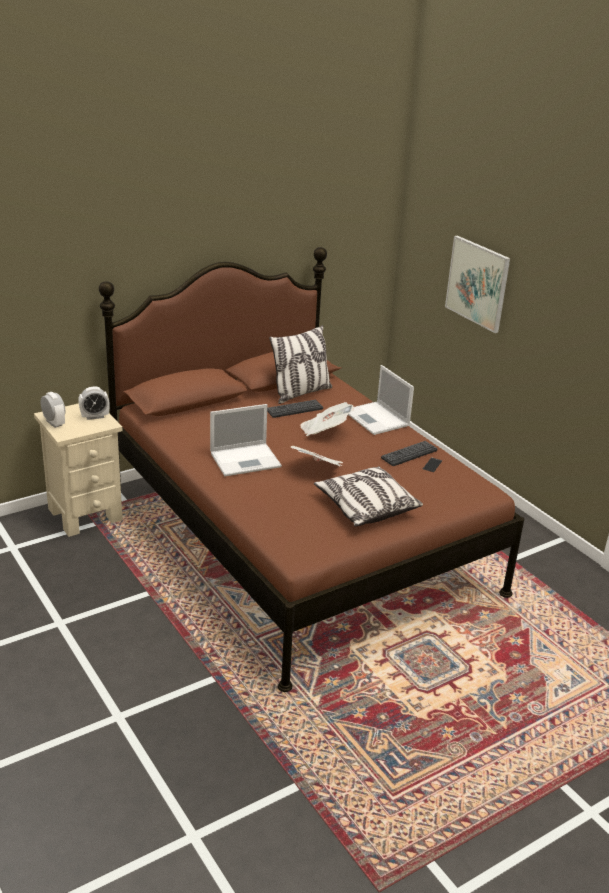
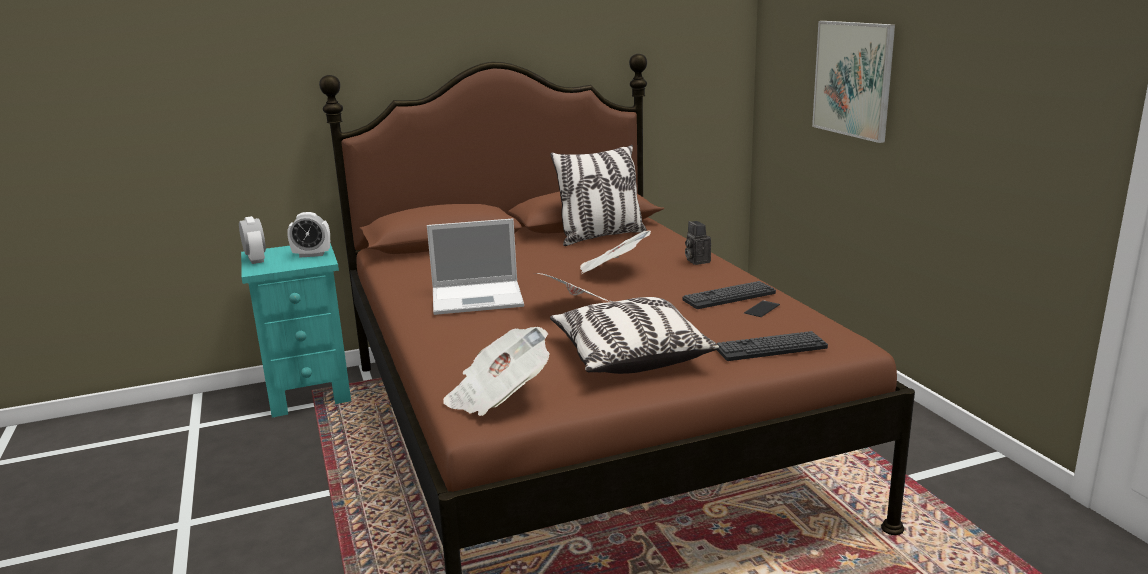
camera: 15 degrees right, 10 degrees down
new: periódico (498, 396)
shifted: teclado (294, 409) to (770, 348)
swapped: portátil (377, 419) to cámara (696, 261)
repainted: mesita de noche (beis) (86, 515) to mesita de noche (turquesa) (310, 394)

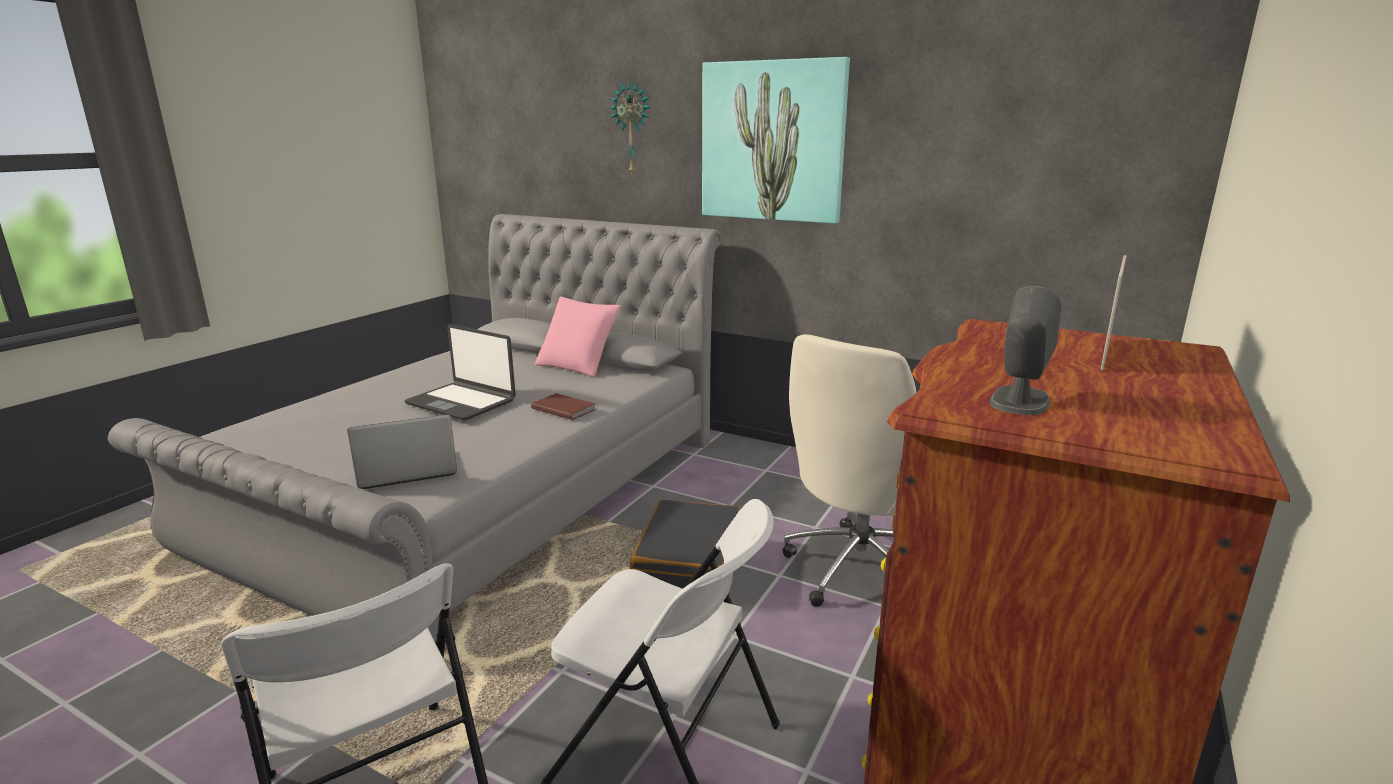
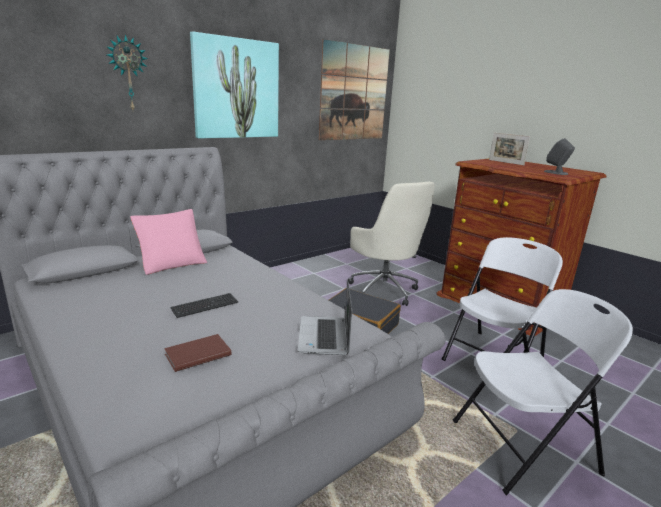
camera: 70 degrees left, 0 degrees up
new: cuadro (354, 93)
shifted: libro (marrón) (564, 408) to (196, 354)
swapped: portátil (462, 402) to teclado (205, 306)

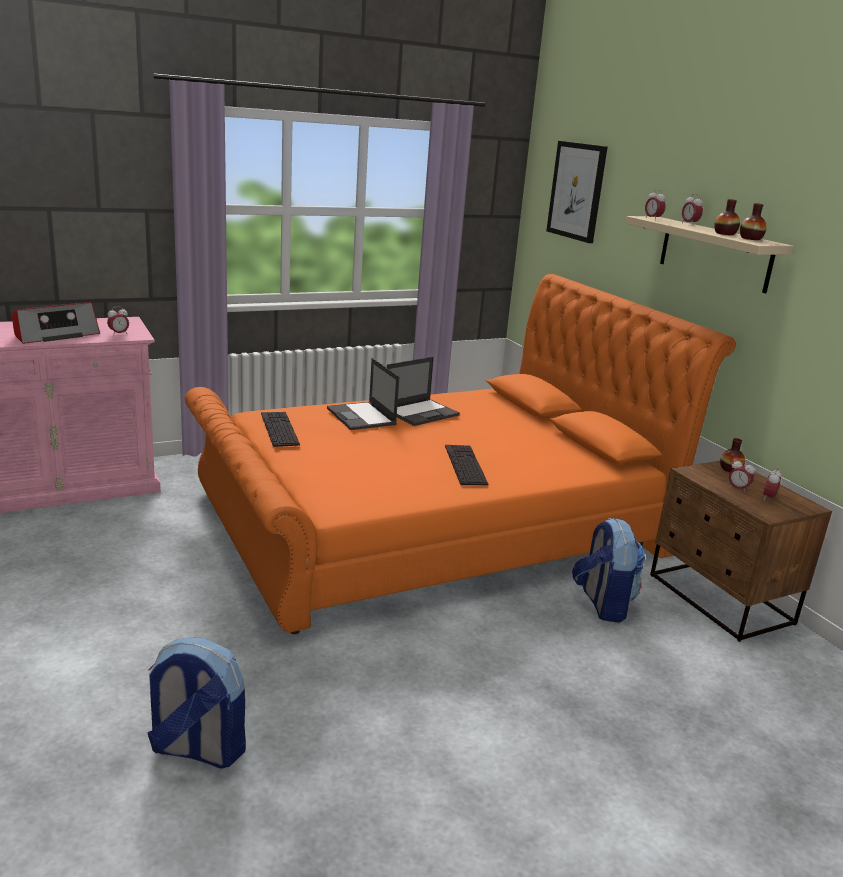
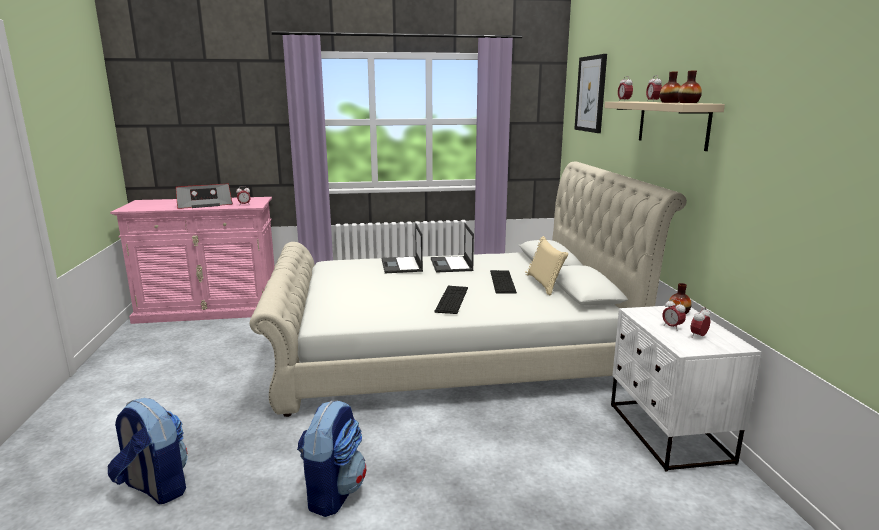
camera: 20 degrees right, 5 degrees down
new: cojín (beis) (544, 284)
shifted: teclado (279, 429) to (502, 281); mochila (602, 604) to (333, 492)
repainted: cama (naranja) (433, 521) to cama (beis) (450, 348); mesita de noche (marrón) (719, 600) to mesita de noche (blanco) (668, 433)
rotated: portátil (422, 412) = (451, 265) 105 degrees clockwise

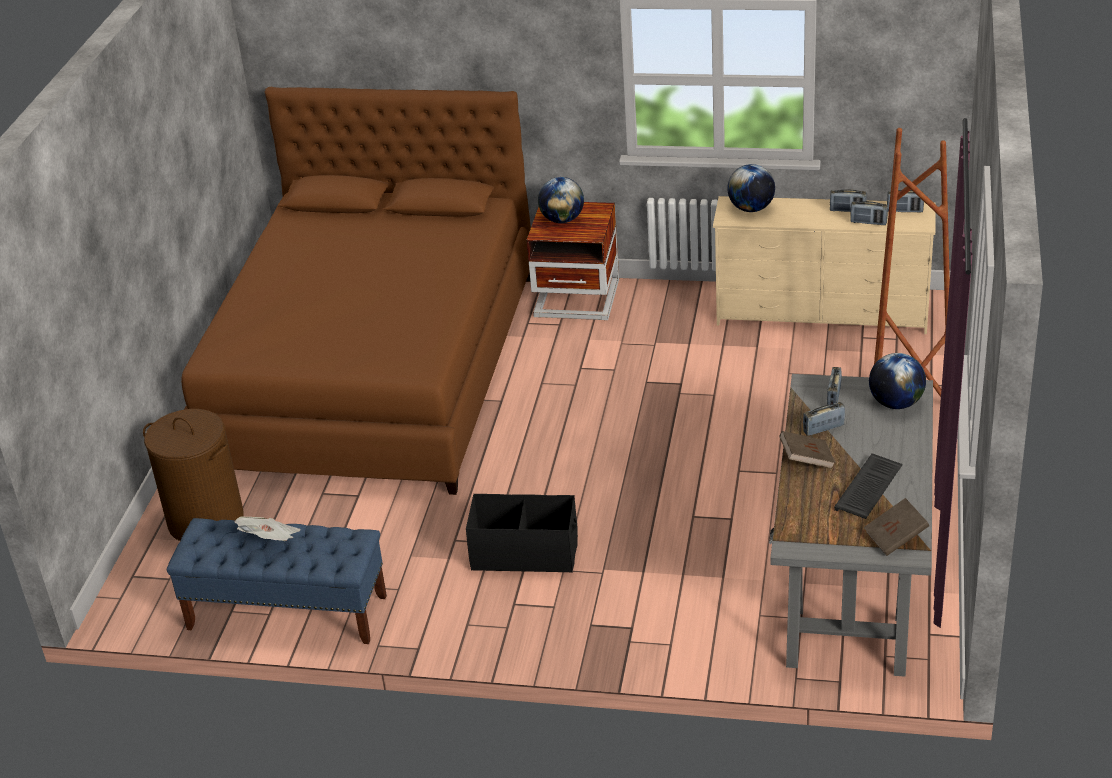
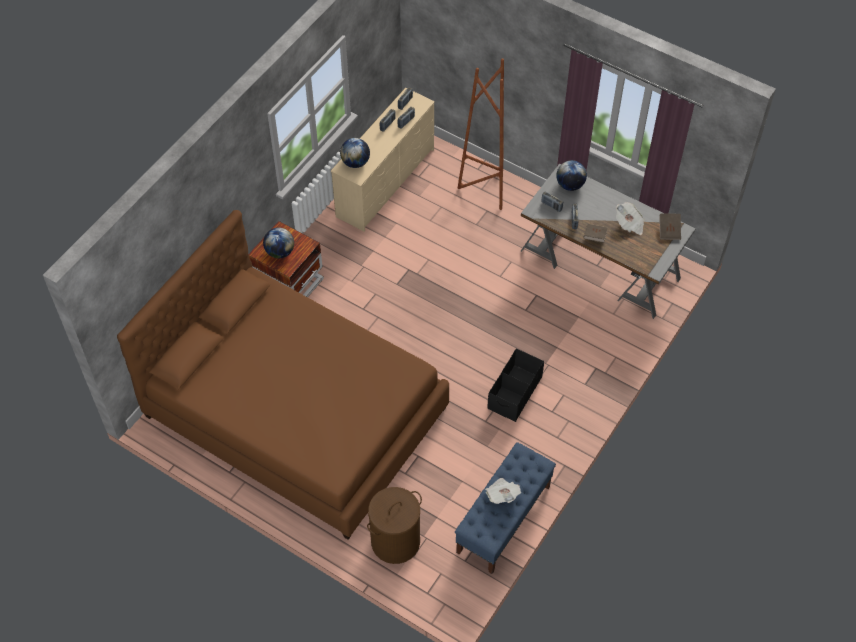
camera: 70 degrees left, 20 degrees up
swapped: teclado (869, 489) to periódico (629, 224)

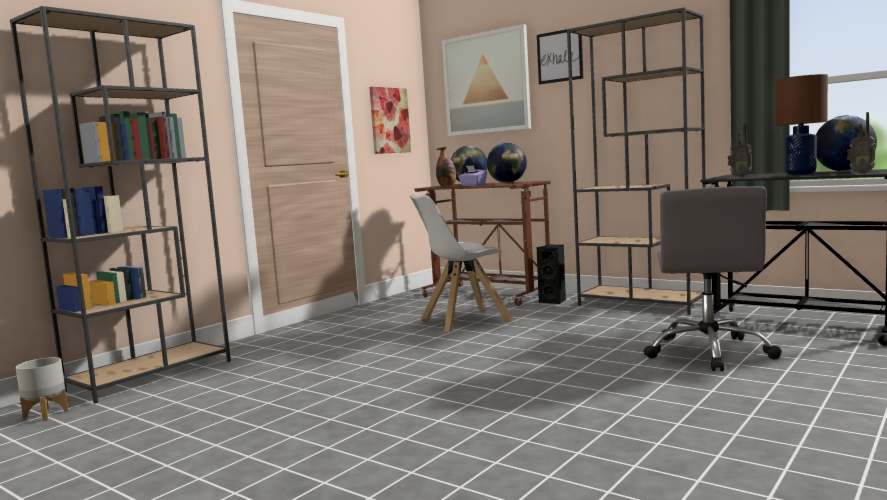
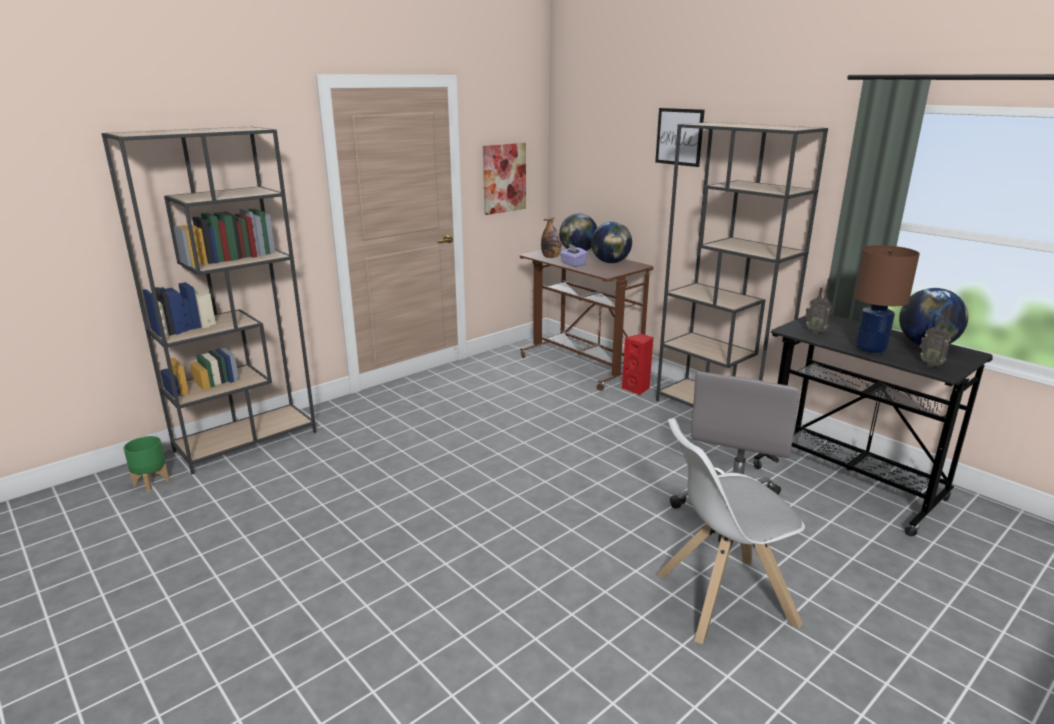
camera: 10 degrees right, 15 degrees up
gone: cuadro (486, 83)
shifted: silla (463, 321) to (720, 599)
repainted: altavoz (negro) (554, 301) to altavoz (rojo) (637, 389); maceta (gris) (46, 415) to maceta (verde) (152, 483)

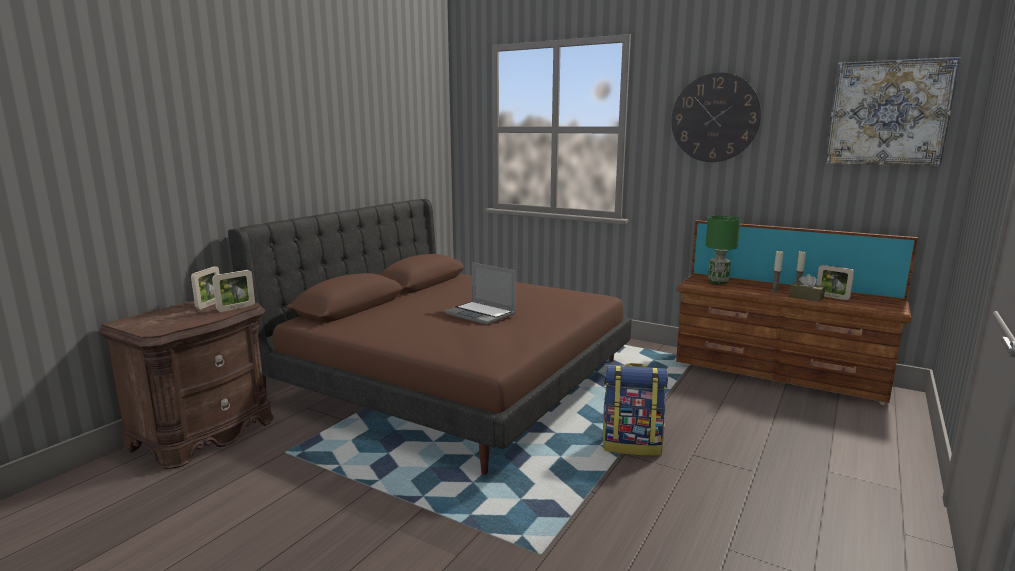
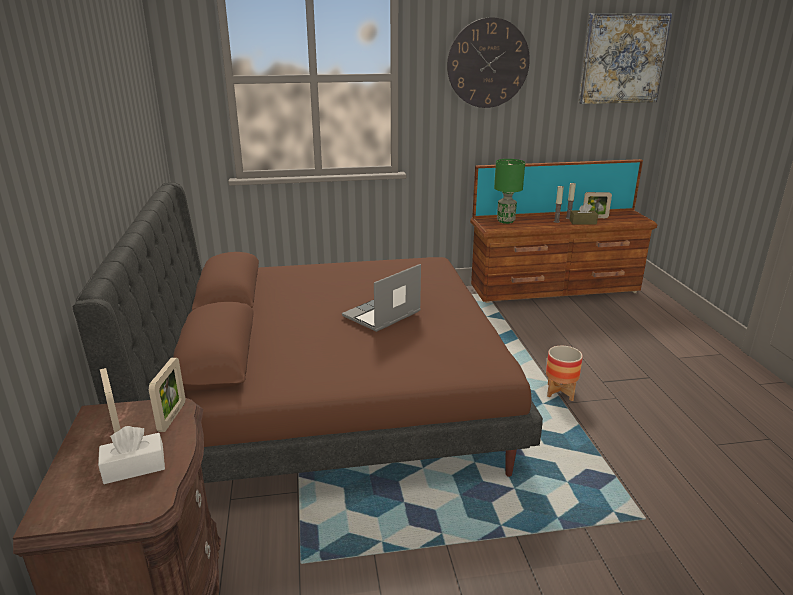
camera: 40 degrees left, 10 degrees up
new: caja de pañuelos (blanco) (134, 467)
swapped: mochila (632, 445) to maceta (560, 392)
rotated: portátil (481, 314) = (382, 315) 135 degrees clockwise

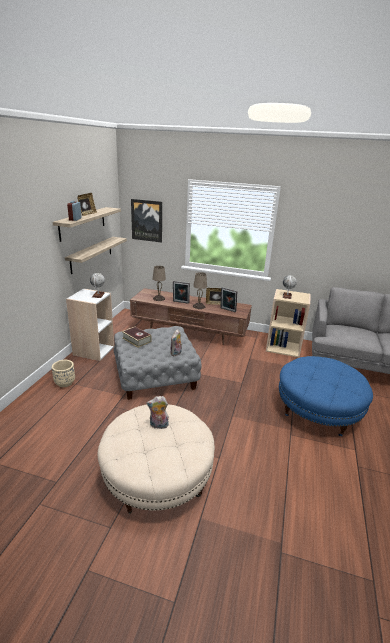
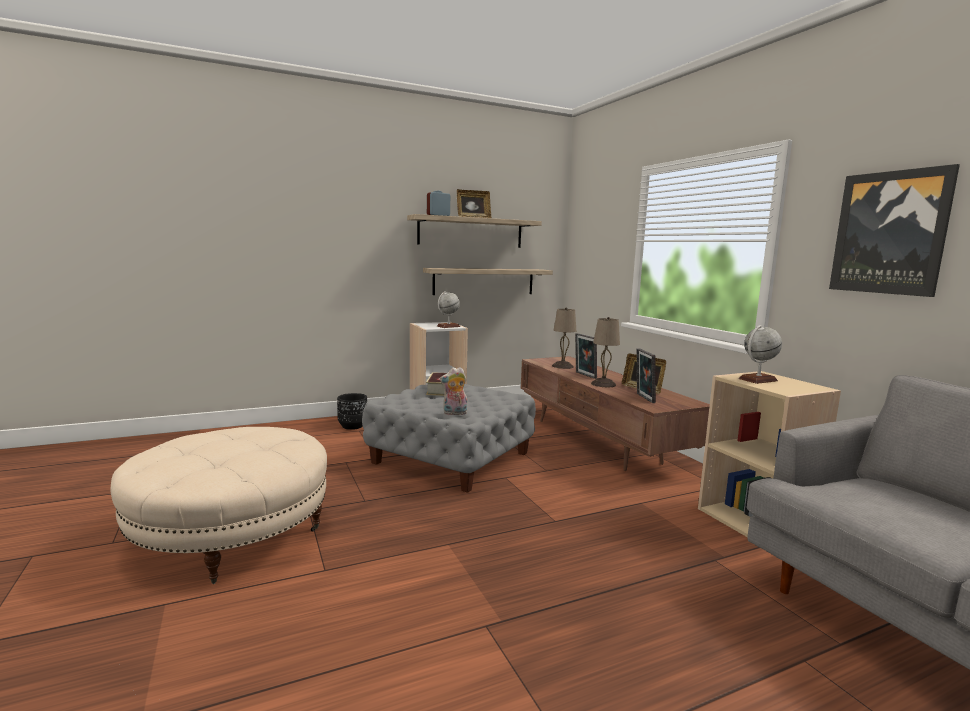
camera: 50 degrees right, 15 degrees down
gone: puf (azul) (317, 411); peluche (158, 426)
shifted: cuadro (147, 220) to (889, 233)
repainted: maceta (beis) (65, 383) to maceta (negro) (352, 426)

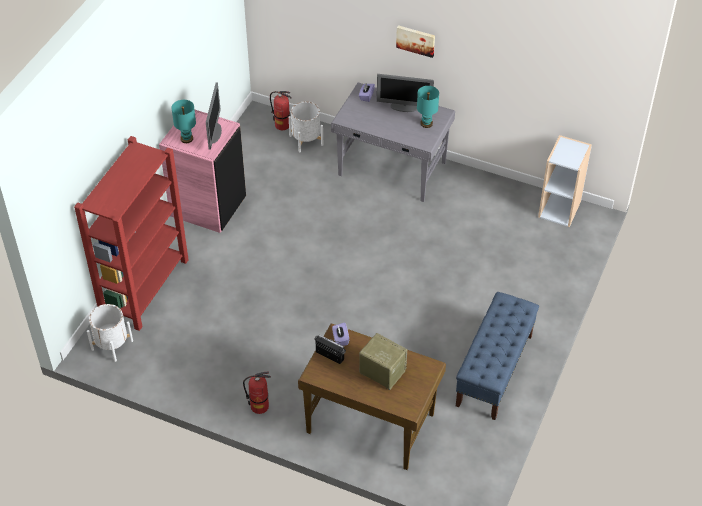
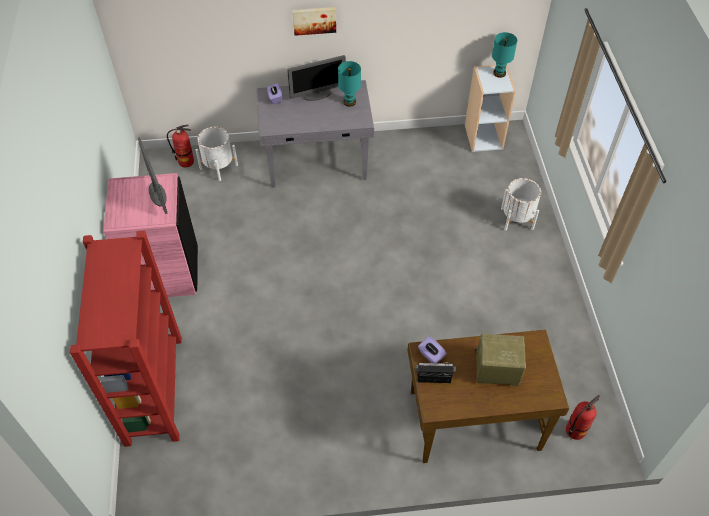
camera: 30 degrees left, 5 degrees up
gone: banco (azul) (494, 371)
shifted: lámpara de mesa (turquesa) (186, 138) to (499, 73); maceta (blanco) (112, 345) to (517, 219); extintor (259, 406) to (575, 430)

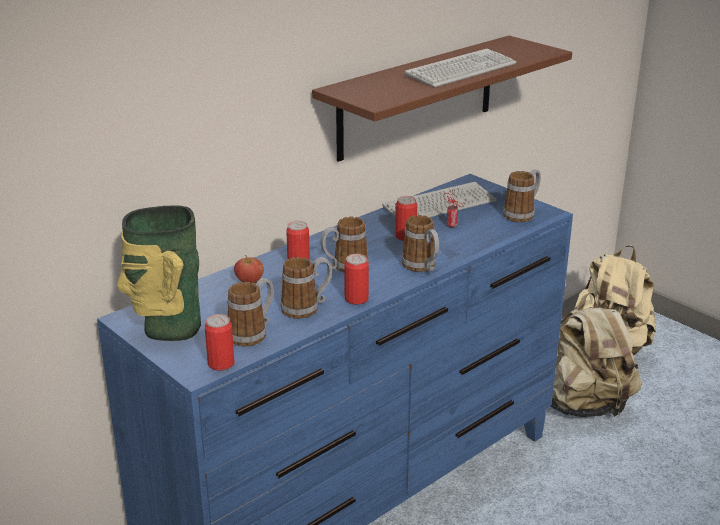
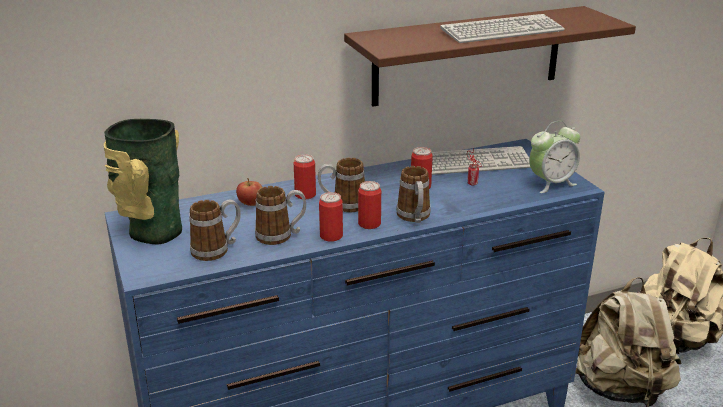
camera: 20 degrees right, 0 degrees up
shifted: lata (221, 363) to (369, 224)
swapped: taza grande (522, 214) to despertador (551, 183)

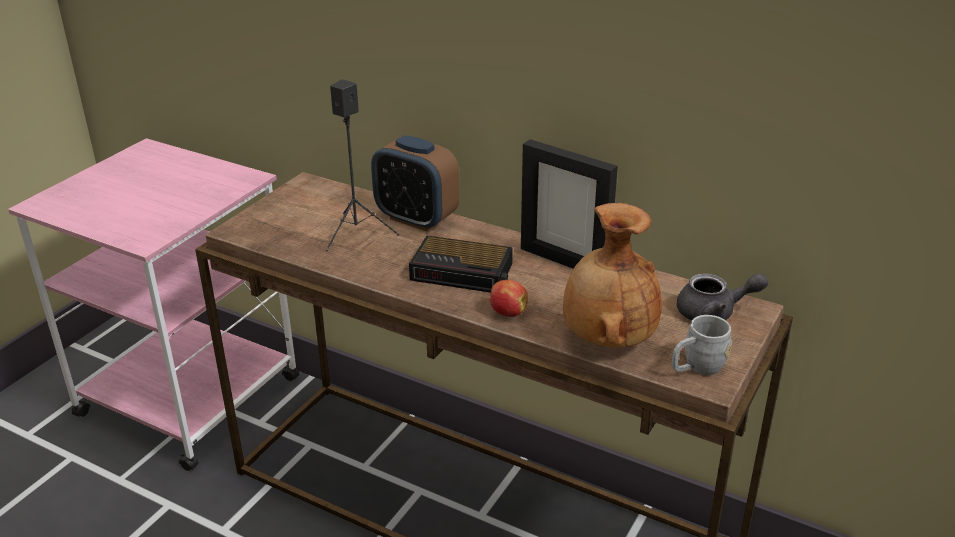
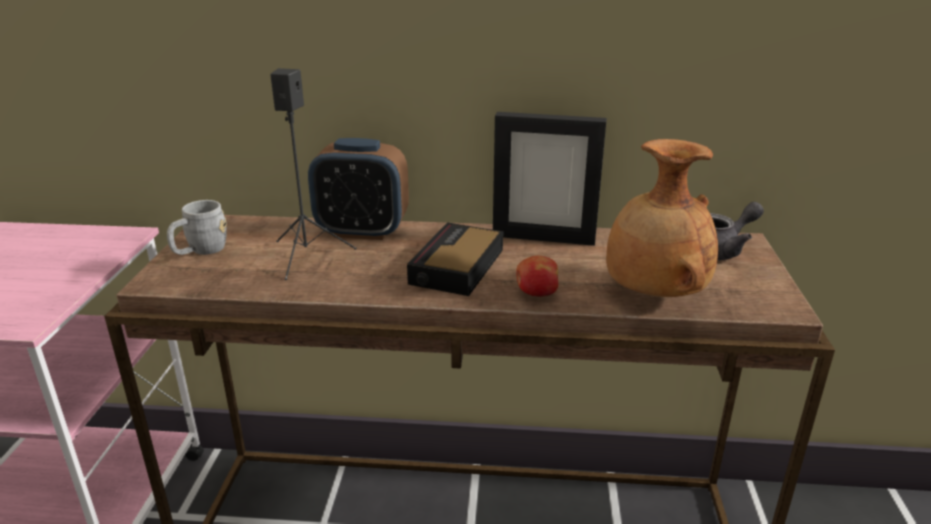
camera: 25 degrees left, 5 degrees down
shifted: taza grande (gris) (696, 368) to (200, 251)
rotated: despertador (464, 272) = (456, 267) 120 degrees clockwise

